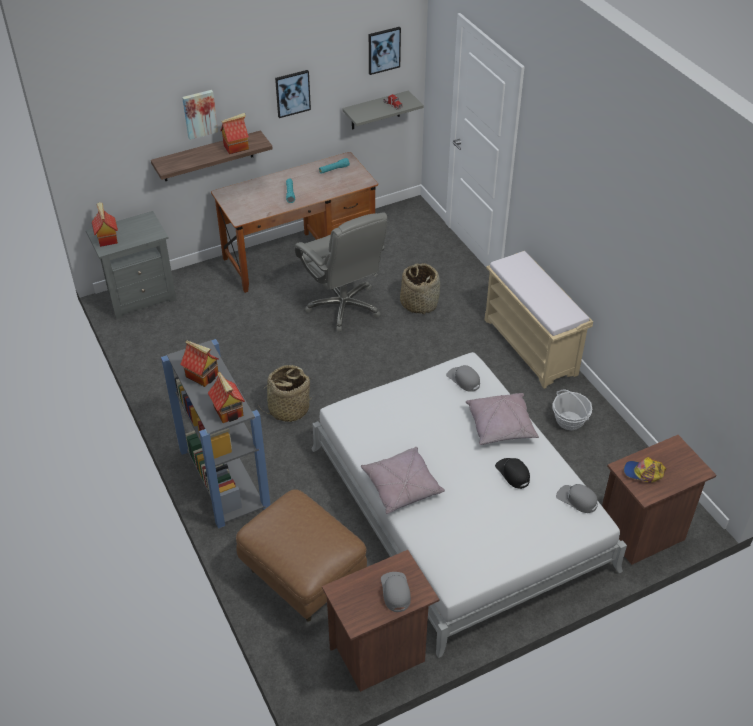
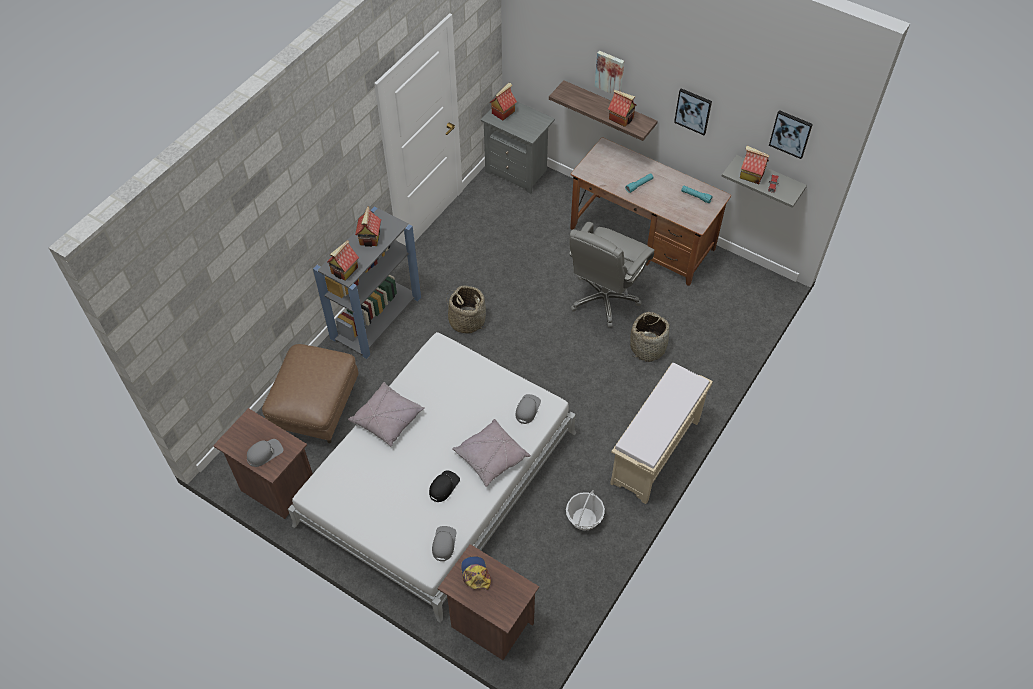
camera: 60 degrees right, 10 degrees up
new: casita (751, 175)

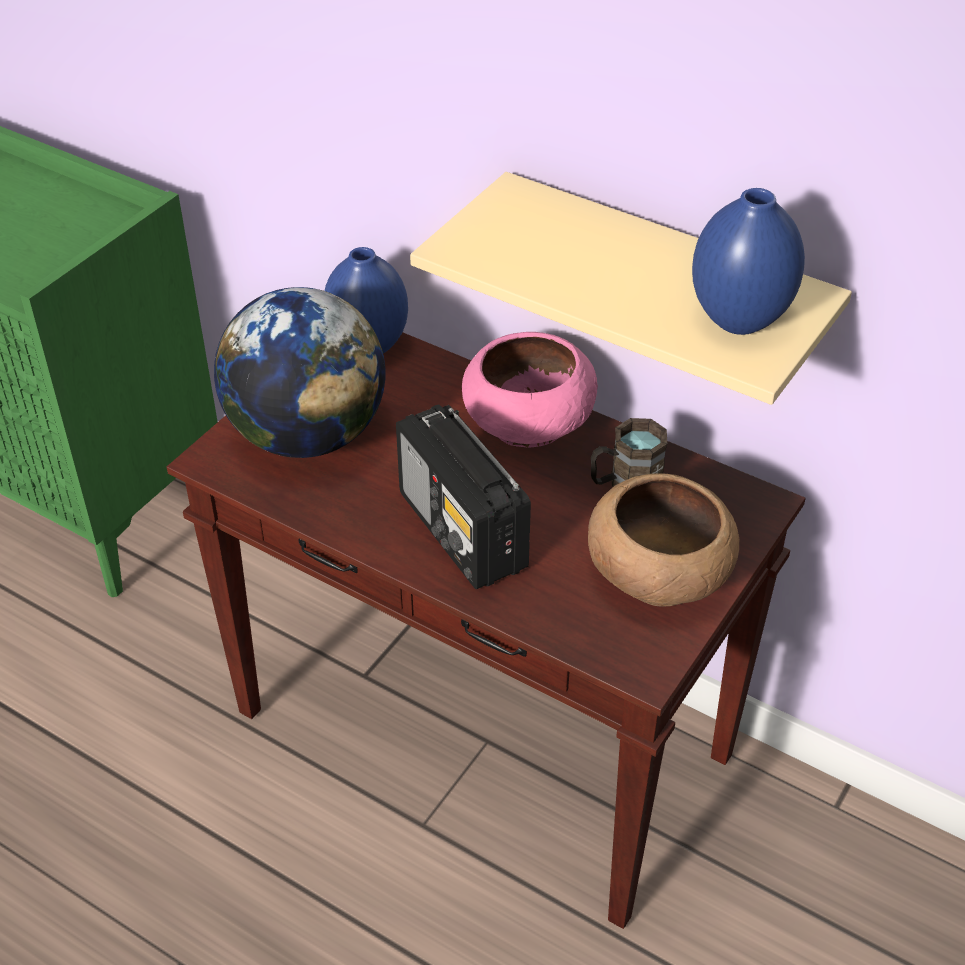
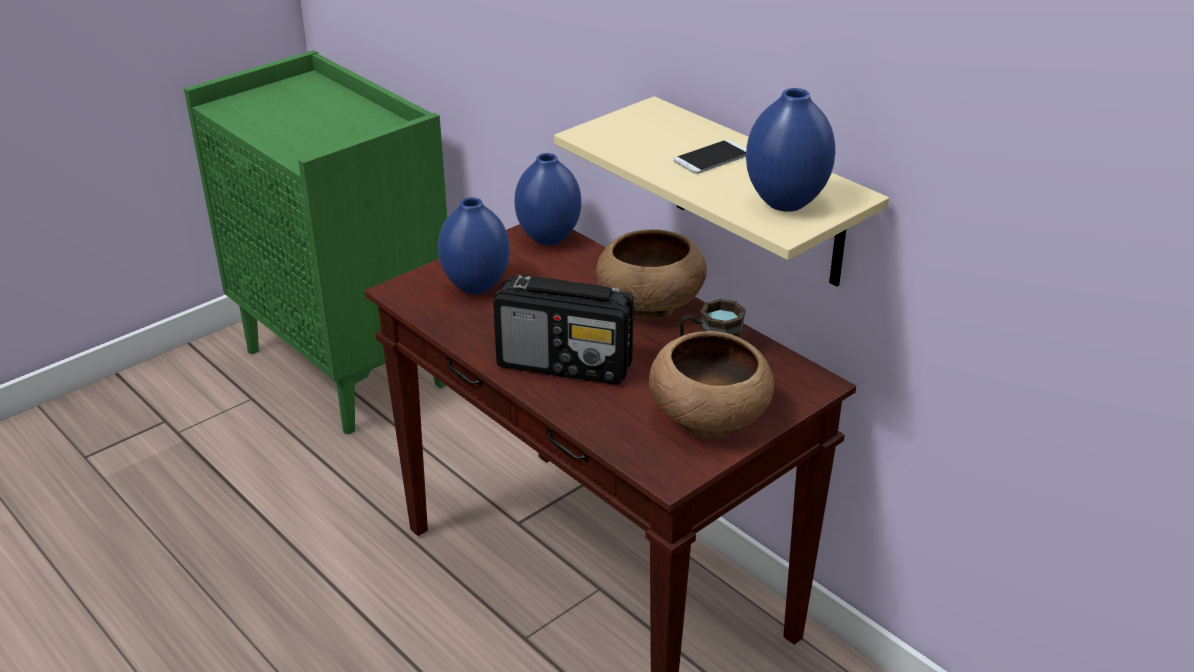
camera: 15 degrees right, 10 degrees down
new: móvil (712, 158)
swapped: globo terráqueo (307, 435) to florero (azul) (477, 286)
repainted: cuenco (rosa) (526, 423) to cuenco (marrón) (649, 303)
rotated: radio (463, 532) = (566, 364) 60 degrees counterclockwise

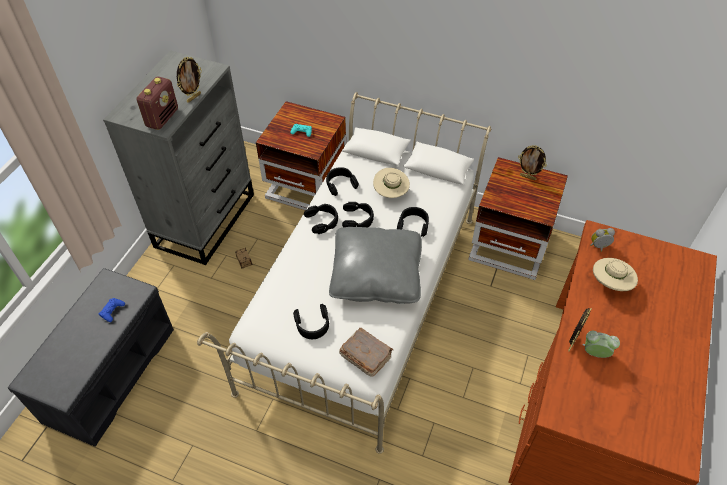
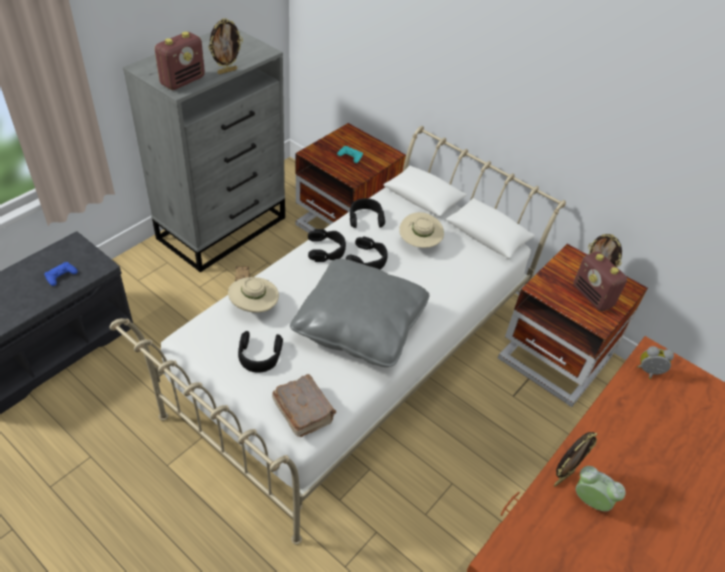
camera: 15 degrees right, 5 degrees down
gone: auriculares (negro) (413, 225)
new: radio (593, 297)
shifted: sombrero (beis) (610, 284) to (254, 307)

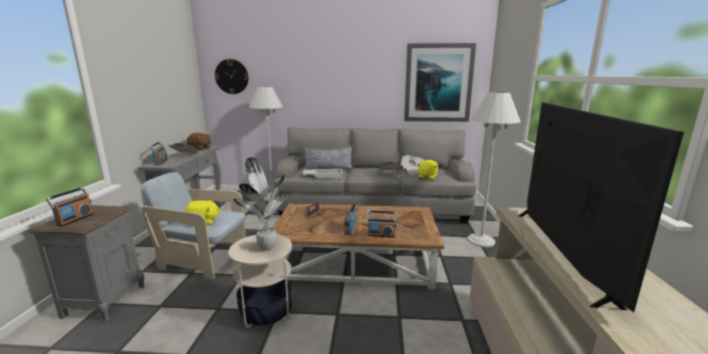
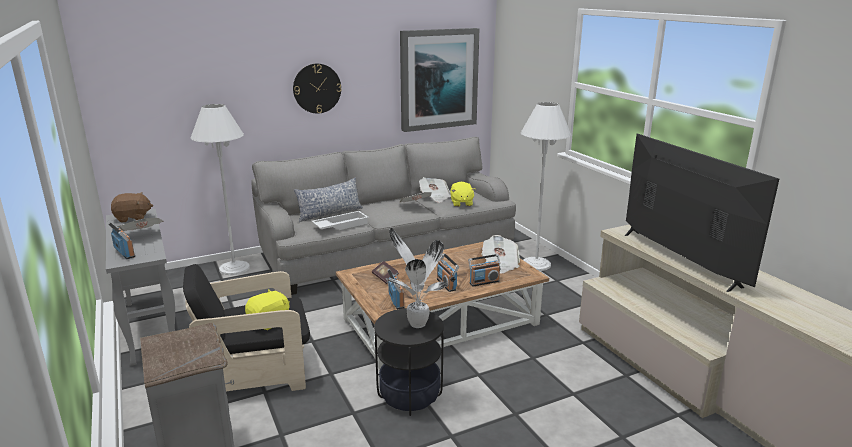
camera: 30 degrees left, 5 degrees up
new: periódico (500, 264)
shifted: reloj de pared (231, 76) to (317, 88); radio (75, 219) to (396, 301)
repainted: sillón (beis) (203, 260) to sillón (negro) (257, 373); mesa auxiliar (beis) (266, 312) to mesa auxiliar (negro) (409, 397)

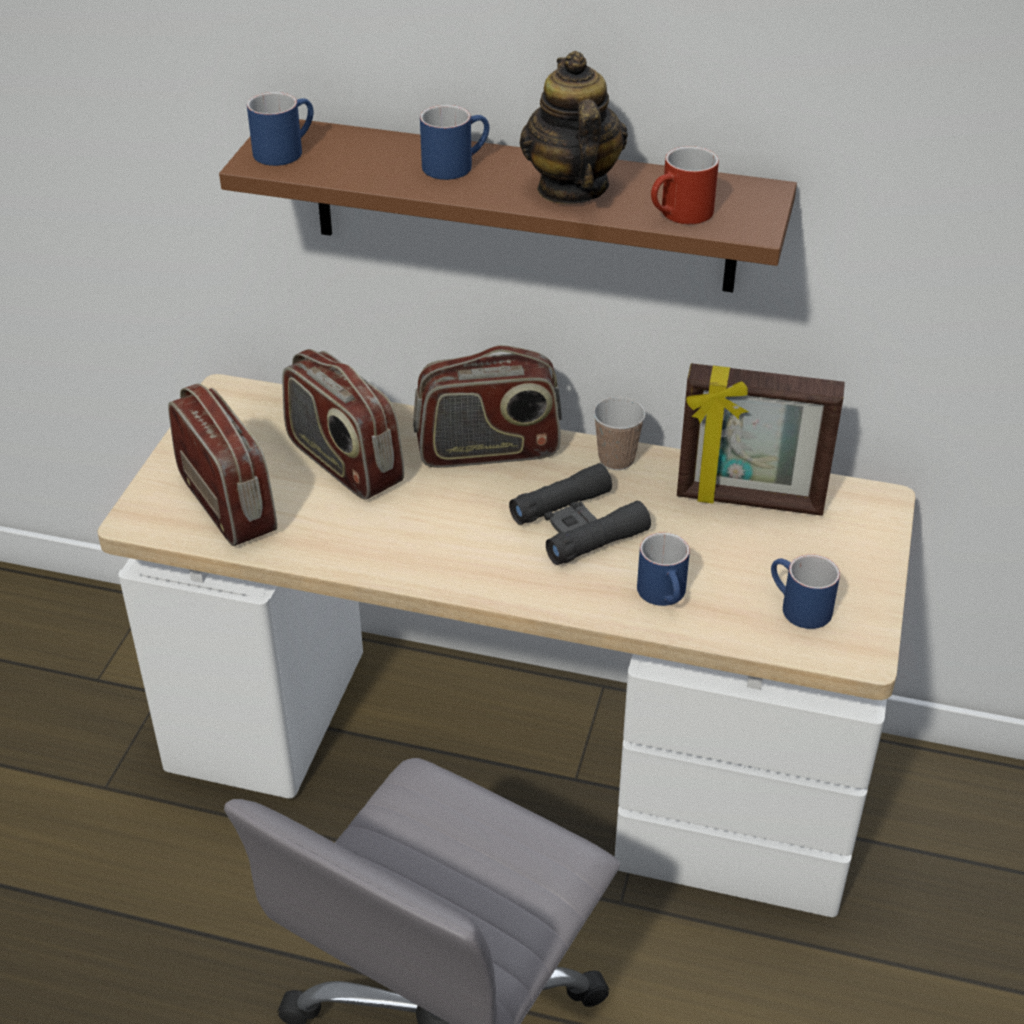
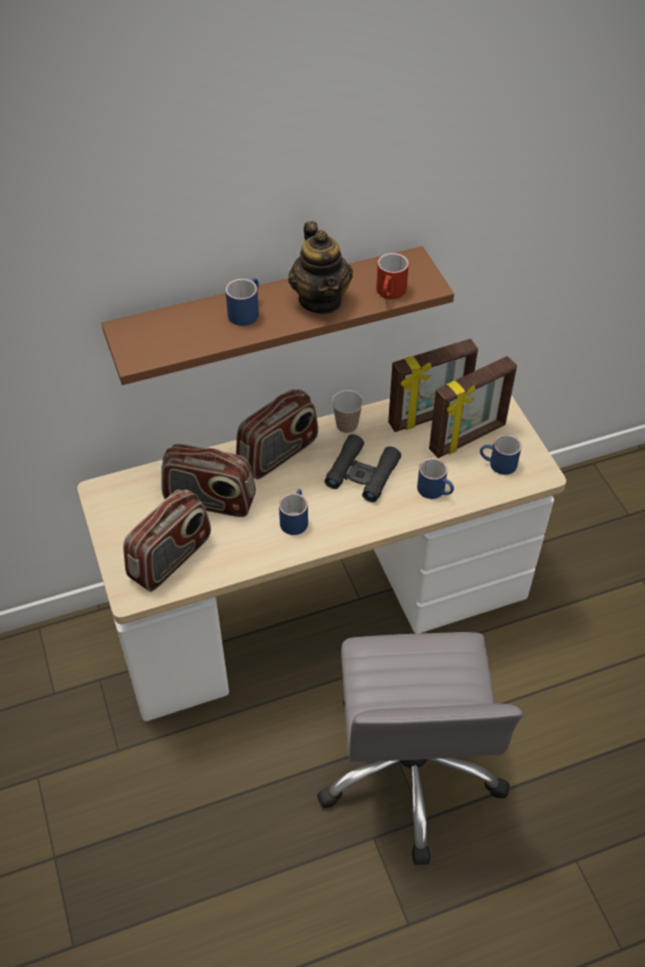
camera: 35 degrees left, 10 degrees up
new: portarretratos (468, 438)
shifted: taza grande (azul) (285, 150) to (294, 519)
rotated: tetera (571, 188) = (321, 300) 150 degrees counterclockwise; radio (228, 503) = (171, 558) 105 degrees clockwise

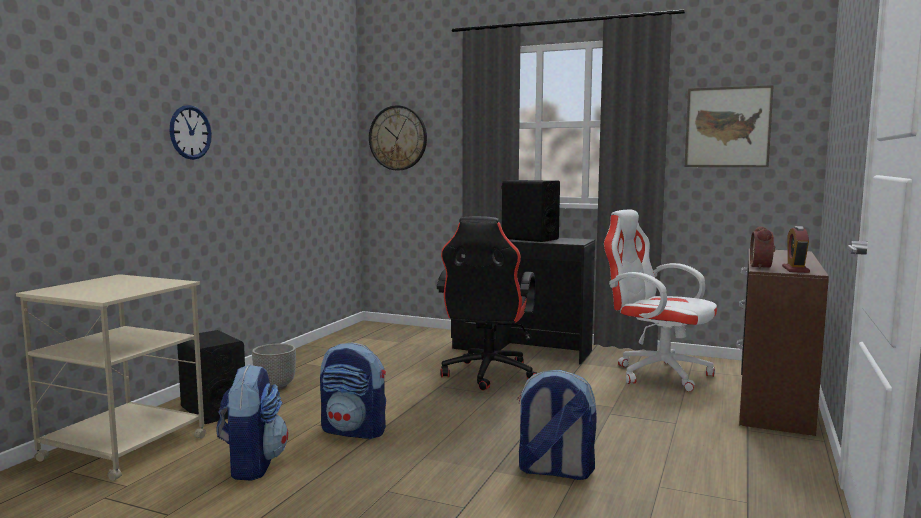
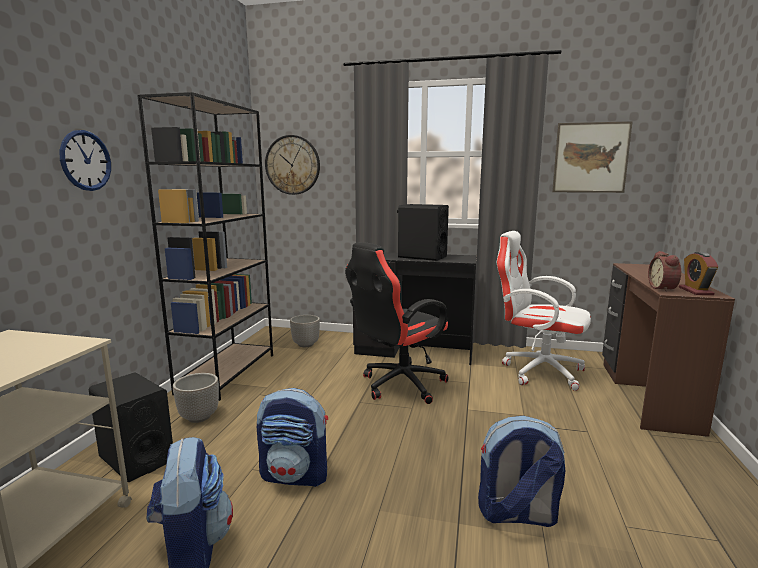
camera: 10 degrees left, 5 degrees up
new: estantería (beis) (227, 373); maceta (306, 344)
rotated: silla de oficina (negro) (487, 377) = (398, 387) 45 degrees clockwise

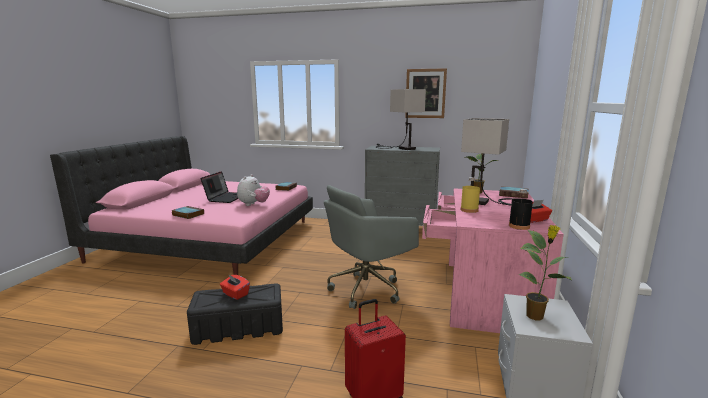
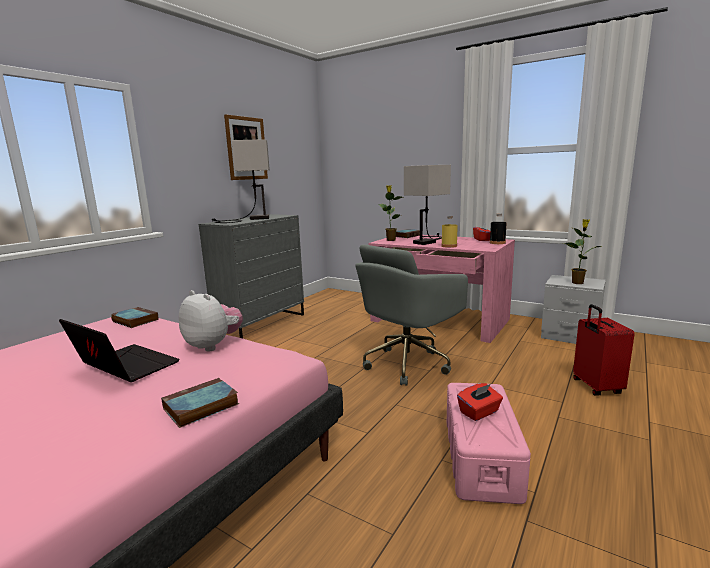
camera: 70 degrees left, 0 degrees up
repainted: caja de almacenaje (negro) (238, 328) to caja de almacenaje (rosa) (481, 458)
rotated: silla de oficina (gris) (368, 289) = (409, 364) 60 degrees clockwise

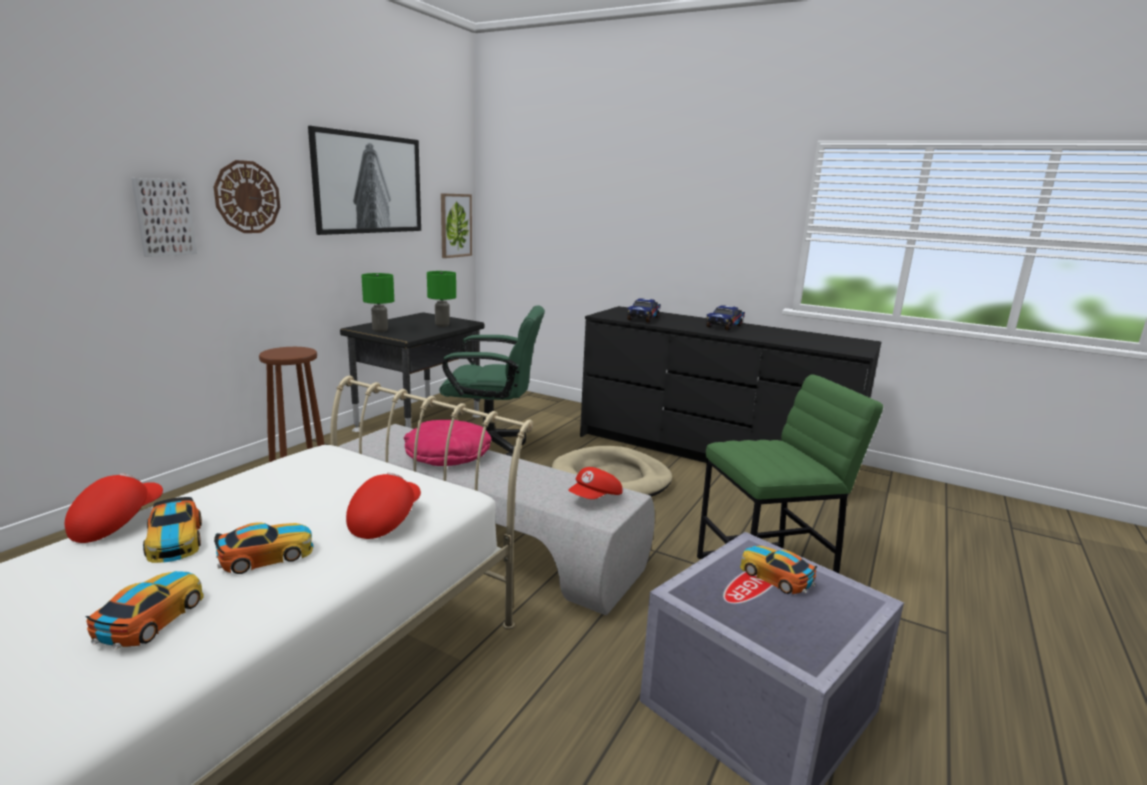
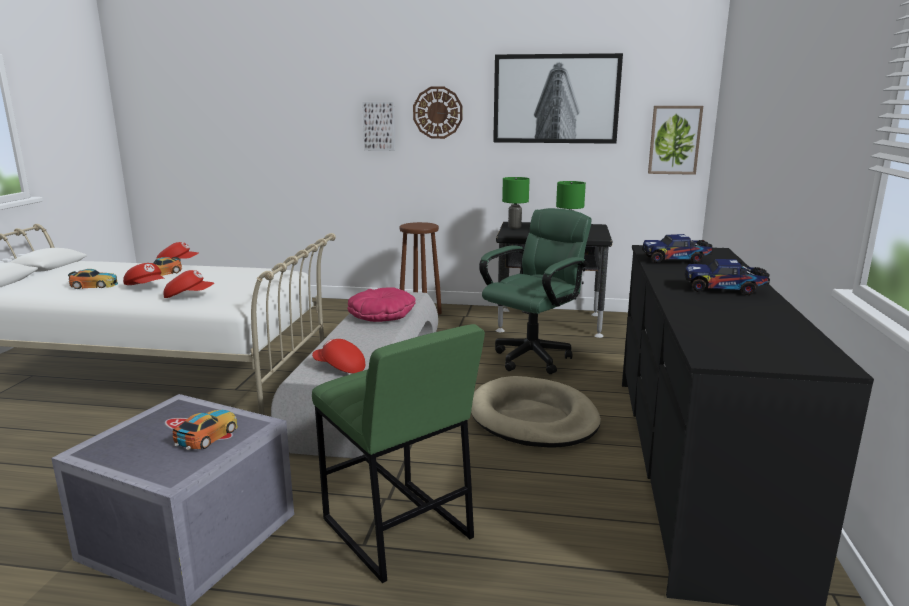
camera: 70 degrees right, 0 degrees up
swapped: coche de juguete (267, 555) to gorra (rojo) (146, 287)
rotated: silla de oficina (verde) (492, 449) = (534, 357) 120 degrees counterclockwise

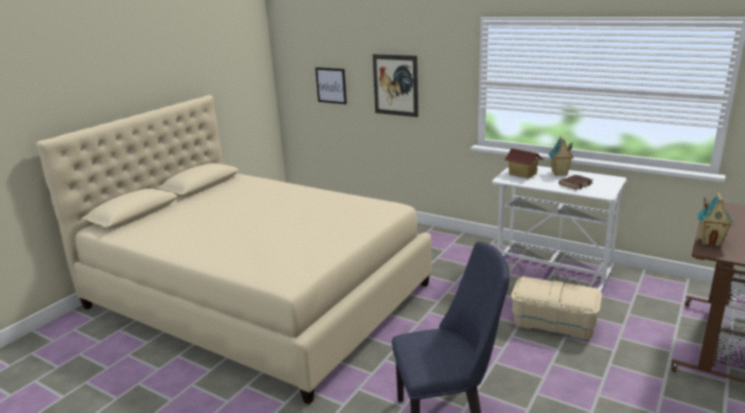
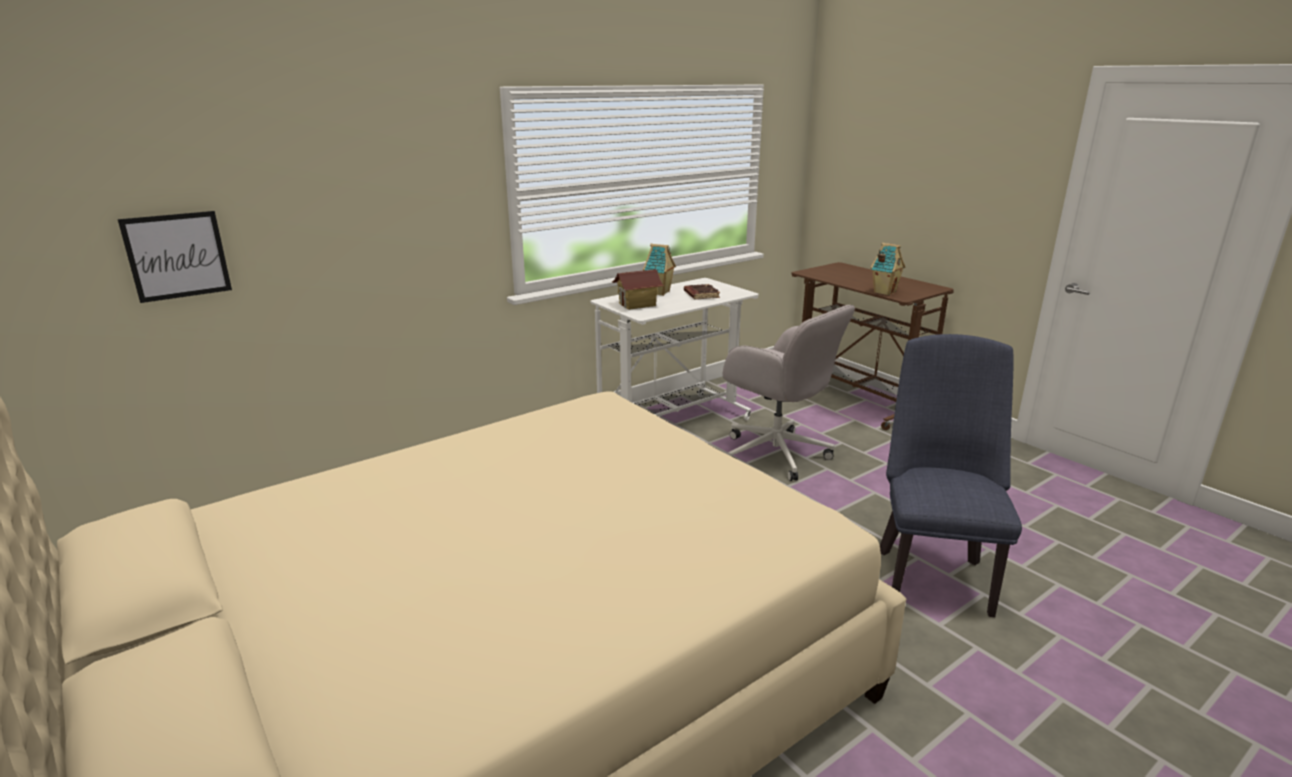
camera: 70 degrees left, 0 degrees up
gone: cuadro (395, 85)
swapped: caja de almacenaje (beis) (553, 323) to silla de oficina (gris) (776, 455)

